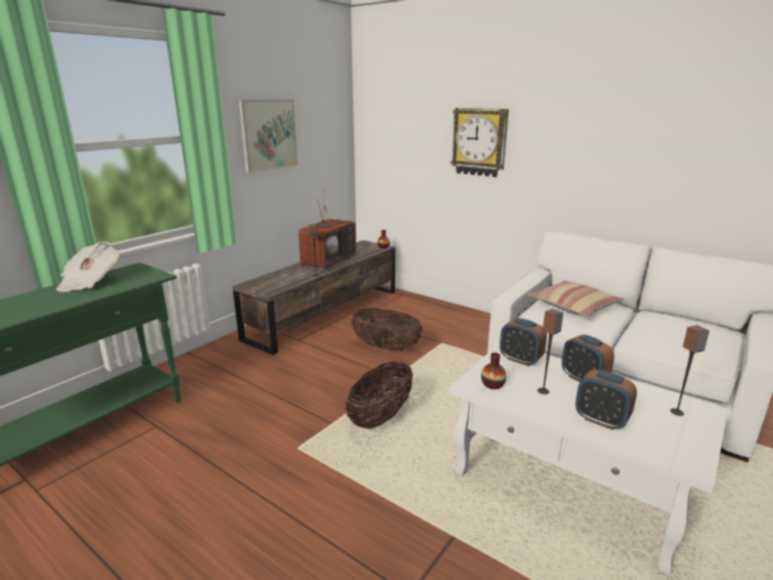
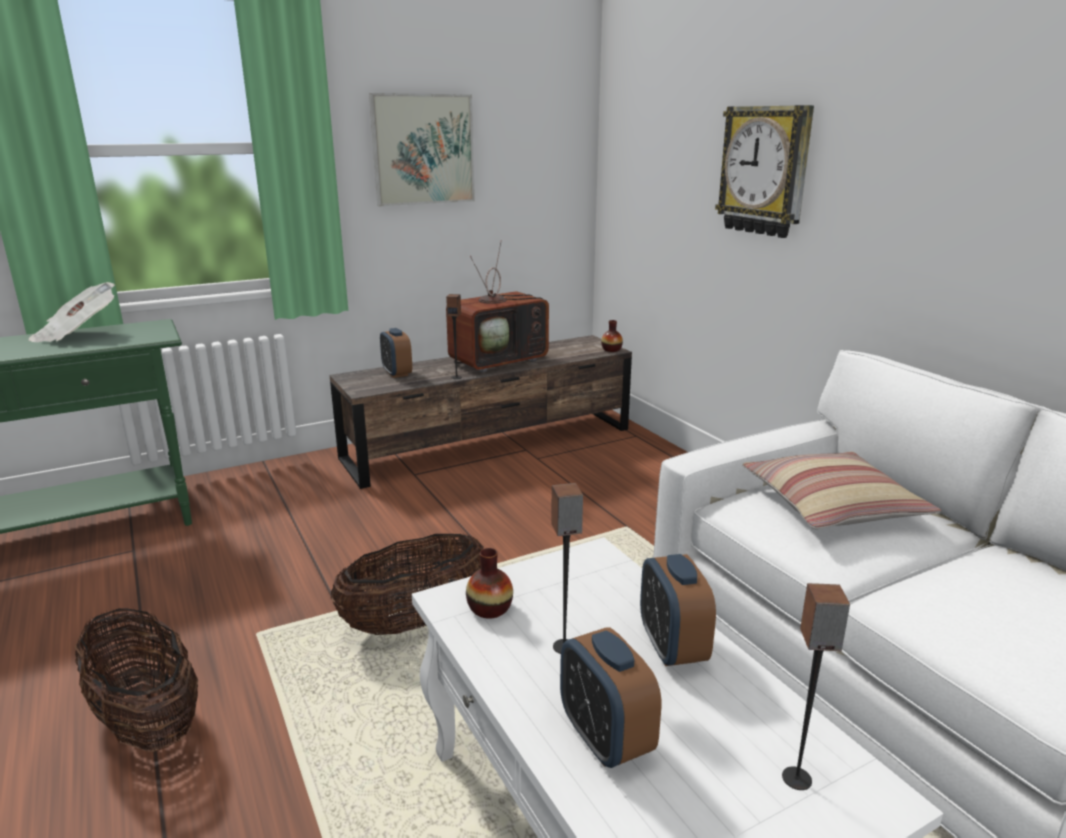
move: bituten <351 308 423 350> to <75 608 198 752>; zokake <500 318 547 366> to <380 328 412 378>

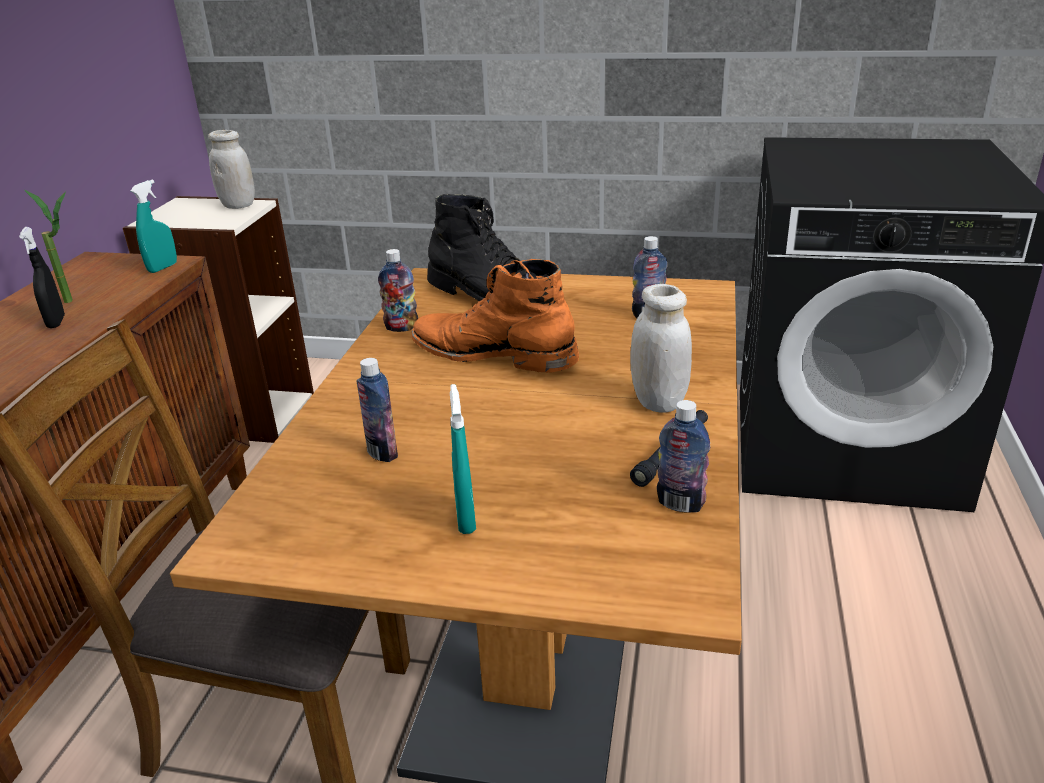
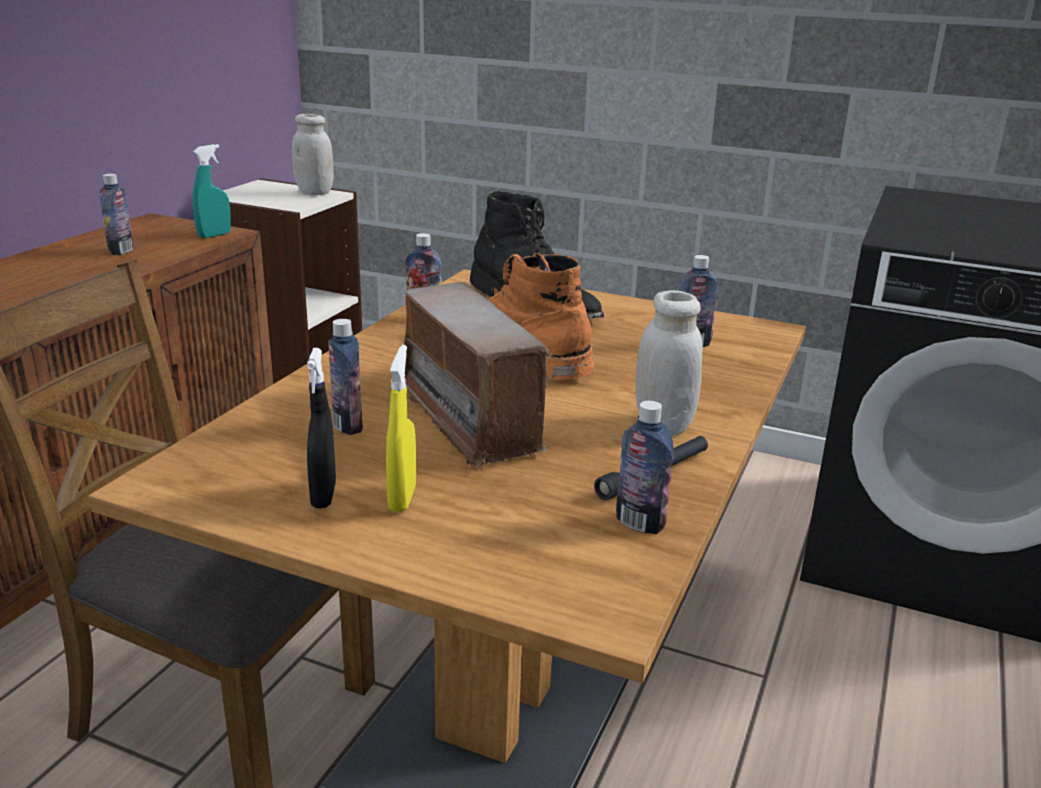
insert: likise <404 282 553 470>
move: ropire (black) <19 227 65 328> to <307 348 336 508>
replace: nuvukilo <25 190 73 303> to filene <100 174 134 255>
recolor: ropire (turquoise) <450 384 476 534> to ropire (yellow) <386 345 416 512>

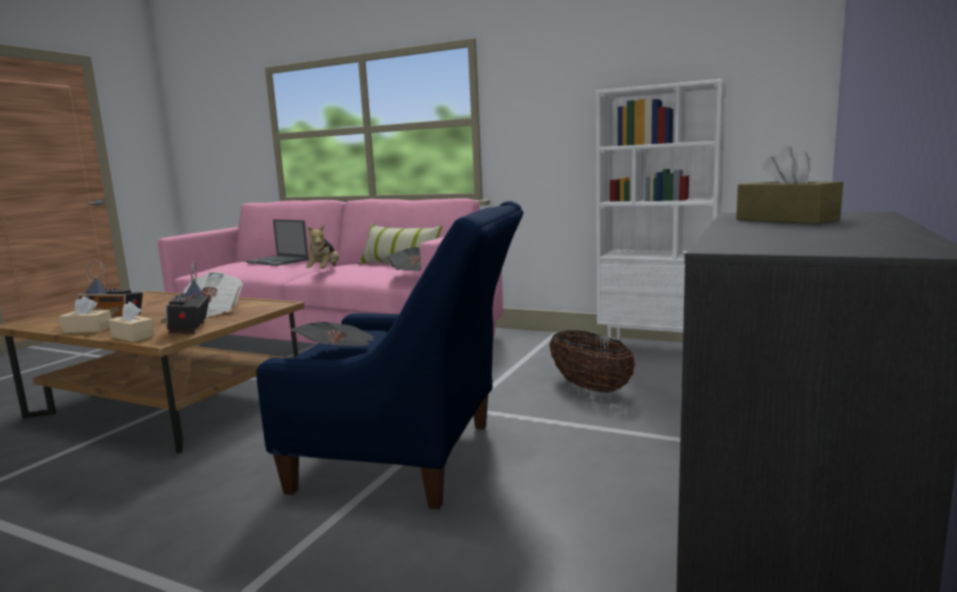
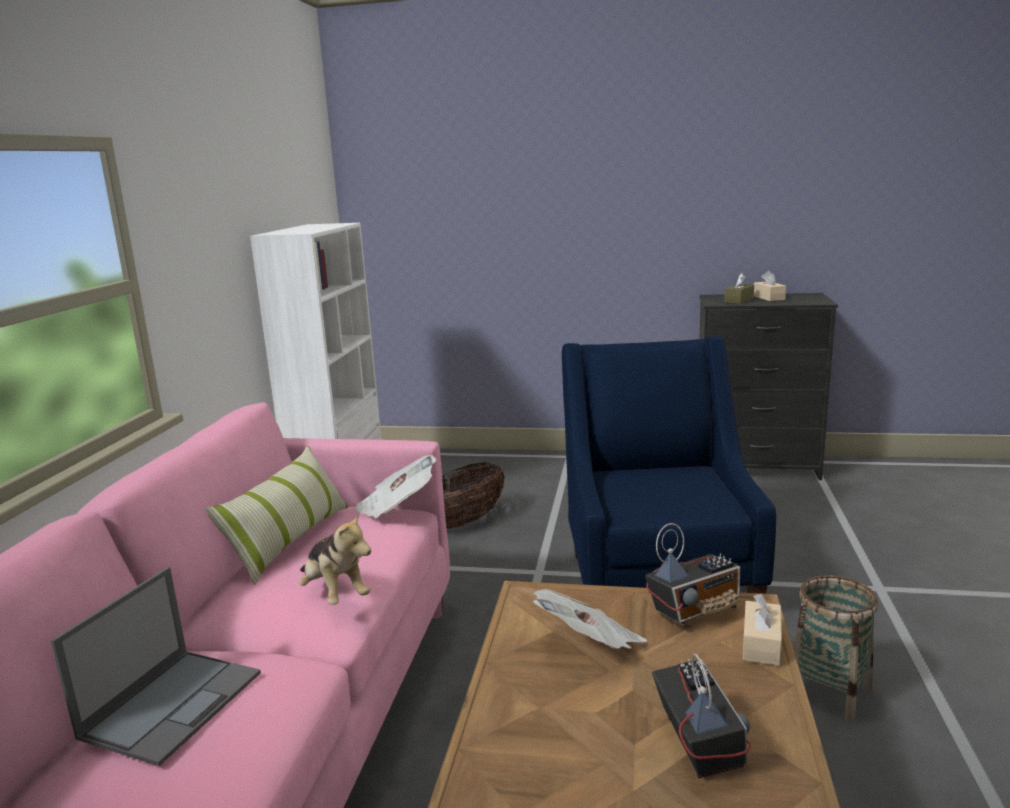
delete: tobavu <290 322 375 346>
insert: bituten <794 575 878 722>
move: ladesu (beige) <59 297 112 333> to <754 270 786 301>
rotate: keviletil <306 224 339 268> = <299 511 371 605> 60 degrees clockwise

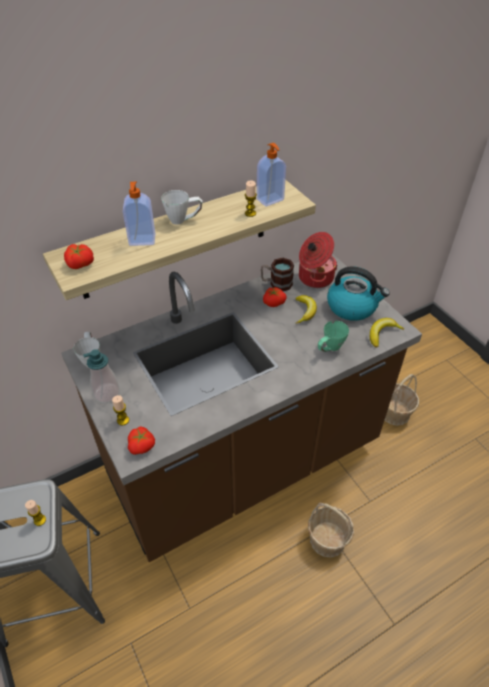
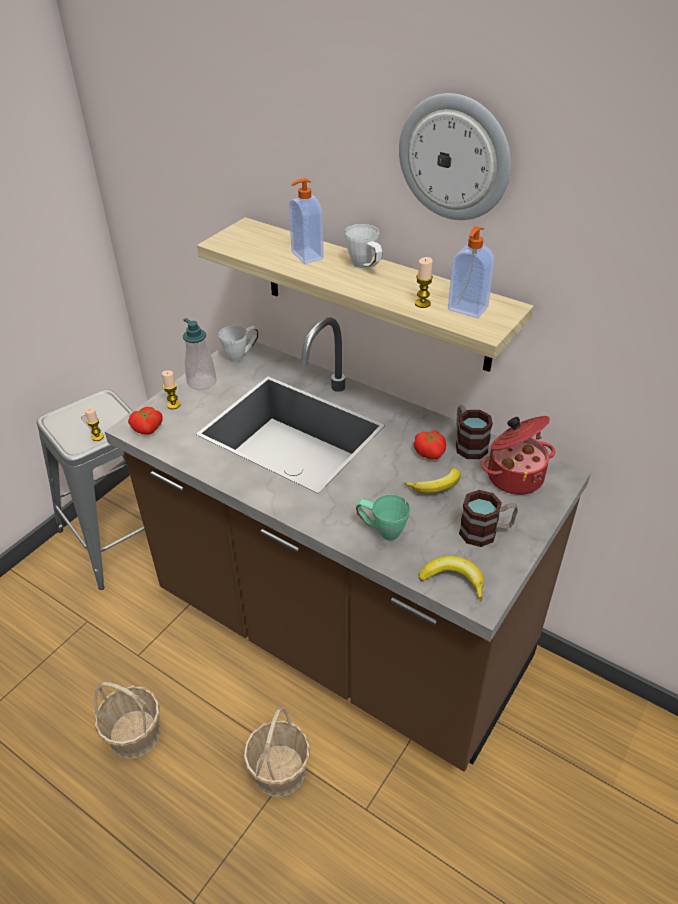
delete: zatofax <64 244 94 269>
insert: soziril <399 93 511 220>
move: bituten <384 374 419 426> to <94 682 160 759>
replace: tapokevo <327 266 390 321> to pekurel <459 490 518 547>

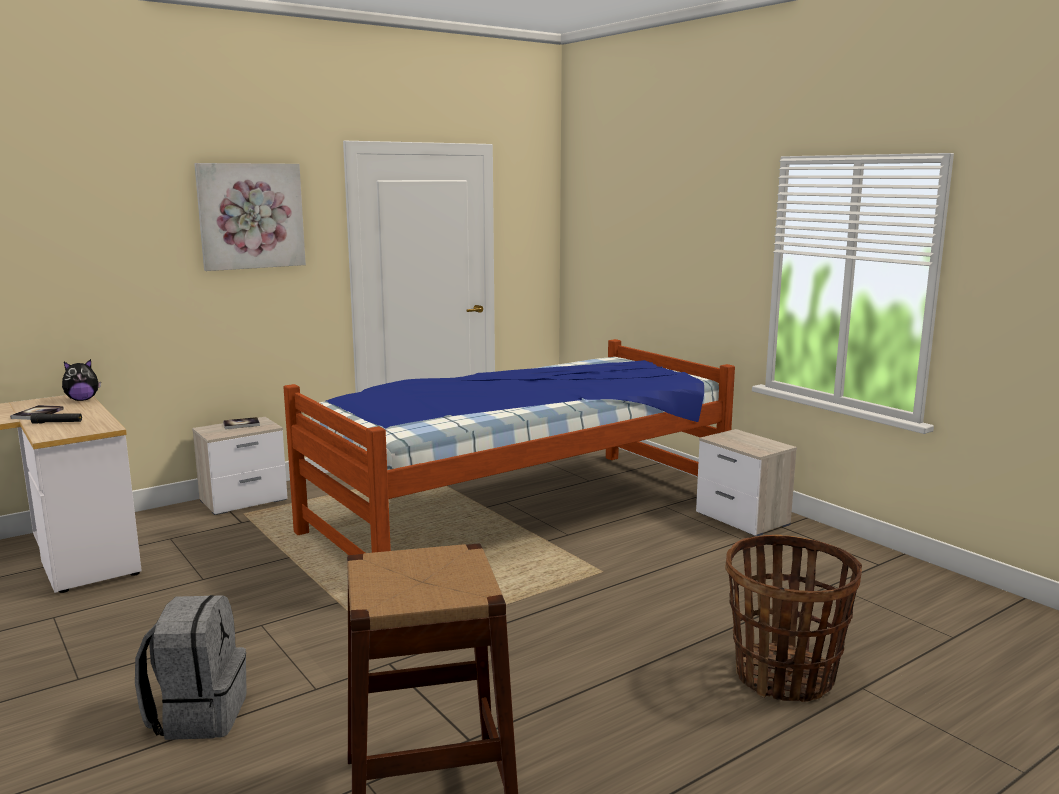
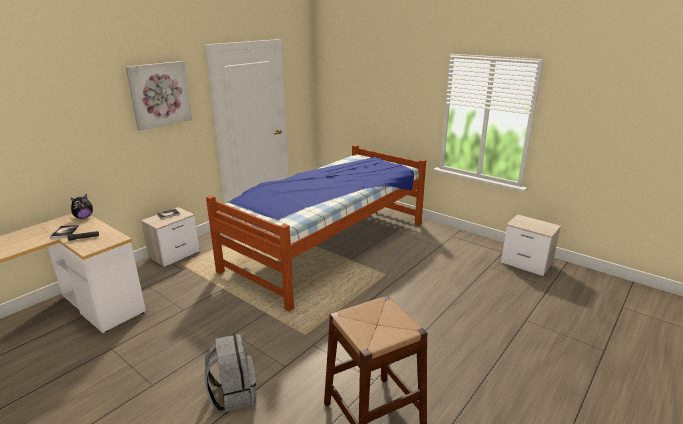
delete: bituten <725 534 862 702>
move: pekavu <696 429 797 536> to <501 214 561 277>

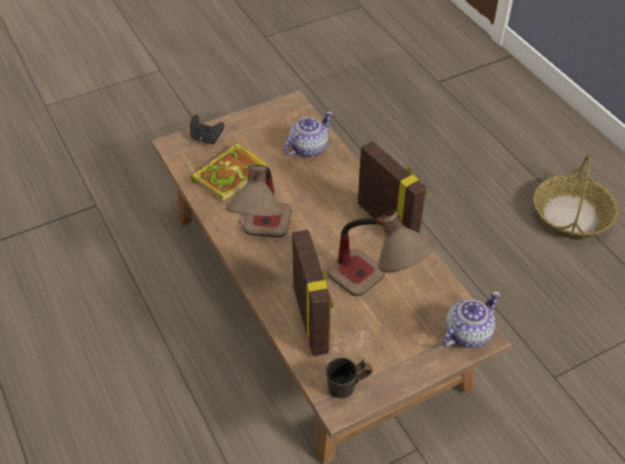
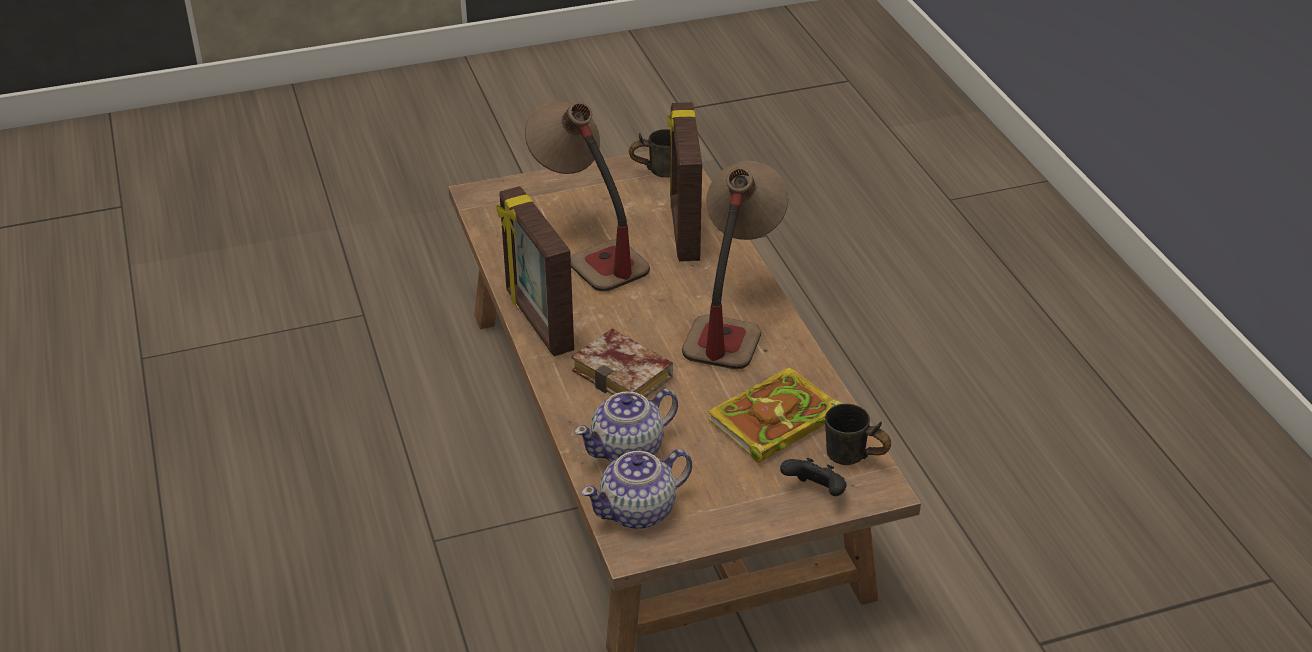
delete: bituten <533 154 618 239>
insert: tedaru <572 328 673 398>; pekurel (grey) <825 404 891 465>
move: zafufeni <442 291 501 348> to <581 449 692 529>

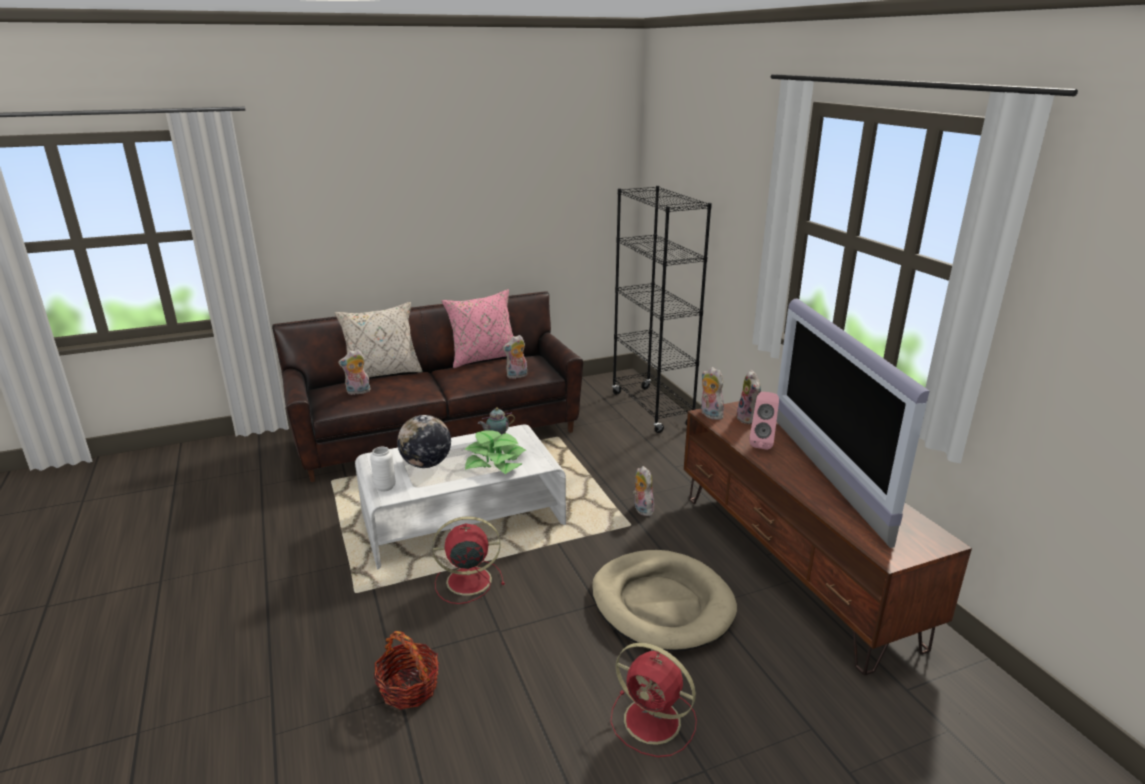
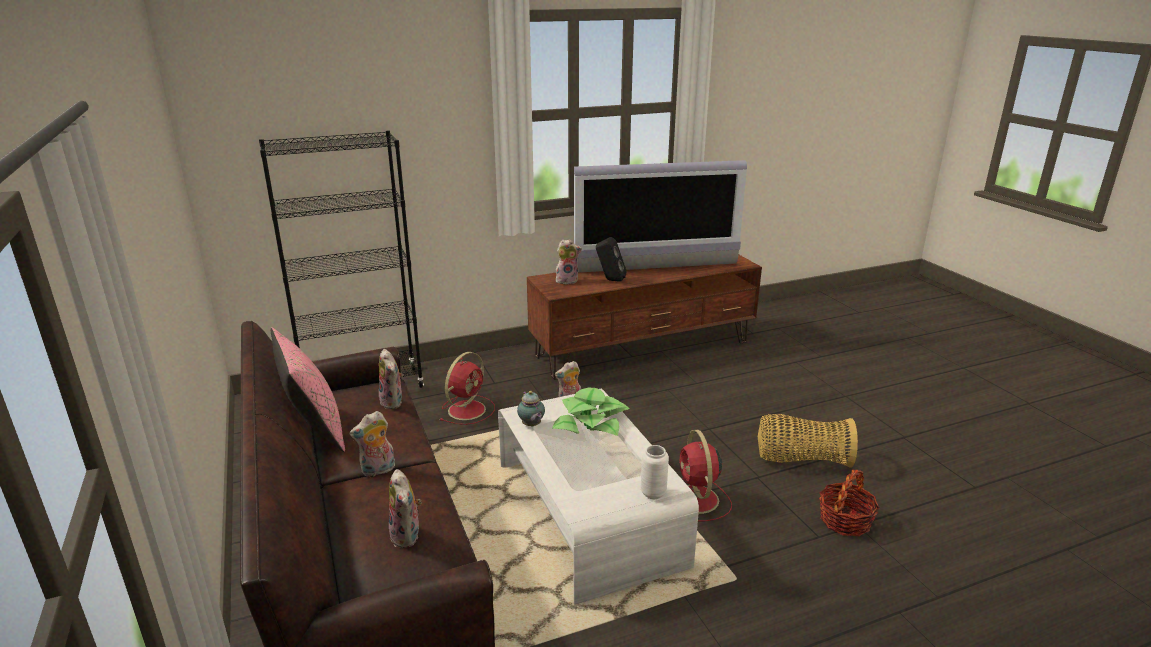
delete: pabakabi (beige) <335 302 423 378>; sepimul <397 415 451 468>; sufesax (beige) <592 550 737 651>
insert: bituten <758 414 858 468>
move: keviletil <701 367 726 420> to <350 411 395 477>; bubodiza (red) <610 643 697 757> to <439 352 495 425>
recolor: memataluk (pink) <749 392 779 450> to memataluk (black) <596 237 627 282>

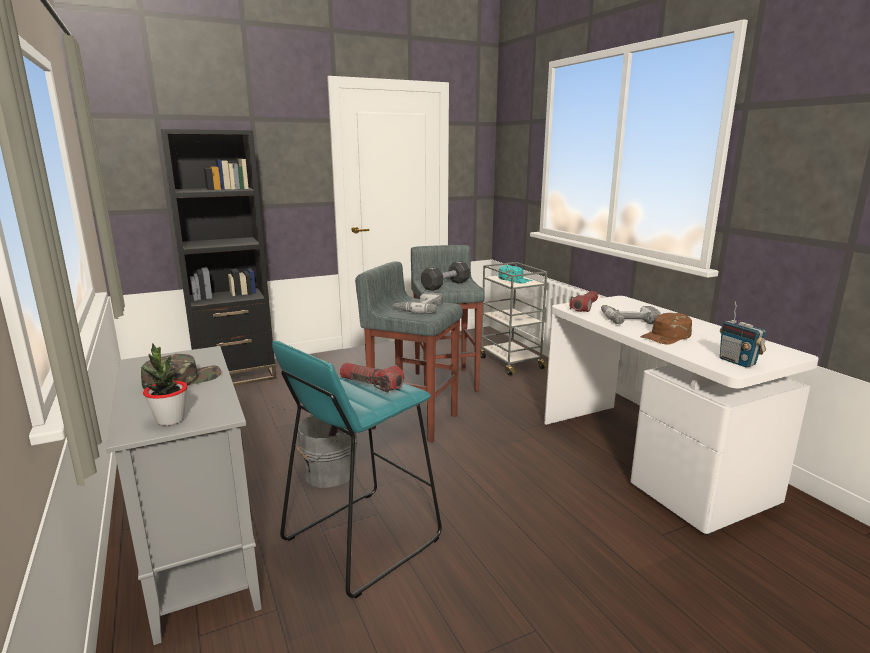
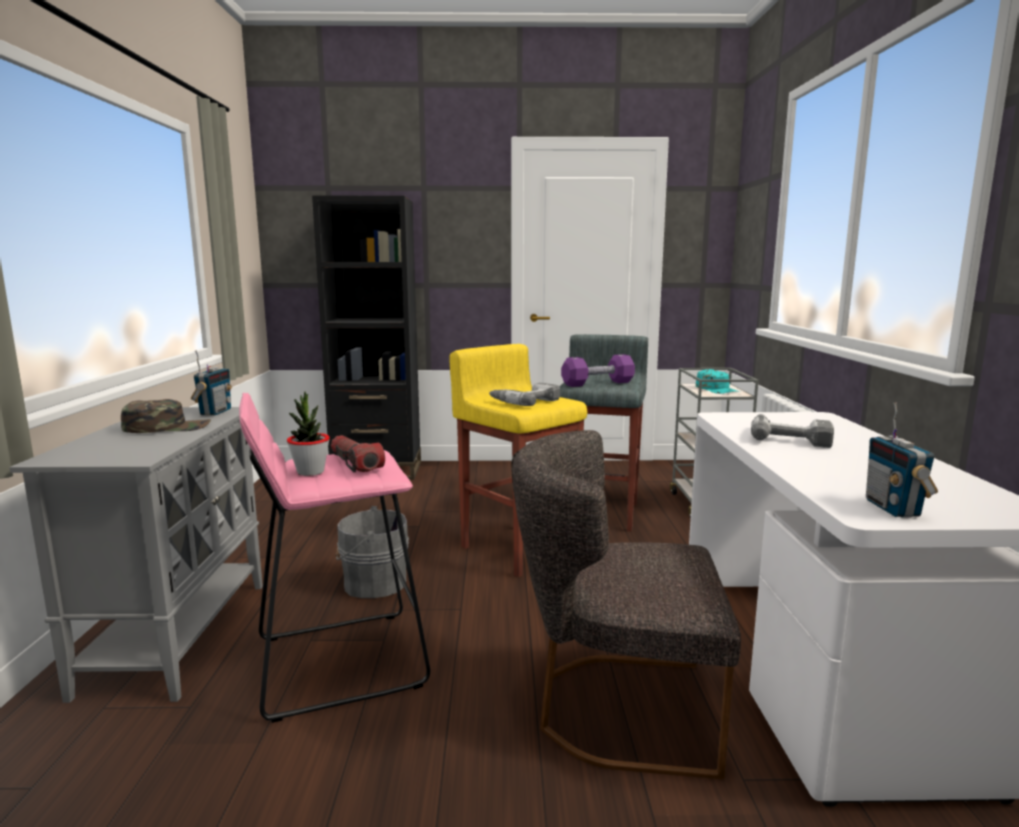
delete: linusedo <569 291 598 312>; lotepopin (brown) <640 313 692 344>
insert: likise <191 350 232 416>; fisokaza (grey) <511 430 741 780>
move: nuvukilo <141 343 187 426> to <287 391 330 476>
recolor: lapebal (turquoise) <272 341 442 599> to lapebal (pink) <239 393 430 723>; lapebal (grey) <355 261 463 443> to lapebal (yellow) <449 344 587 577>; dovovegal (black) <421 261 470 291> to dovovegal (purple) <561 354 635 387>

